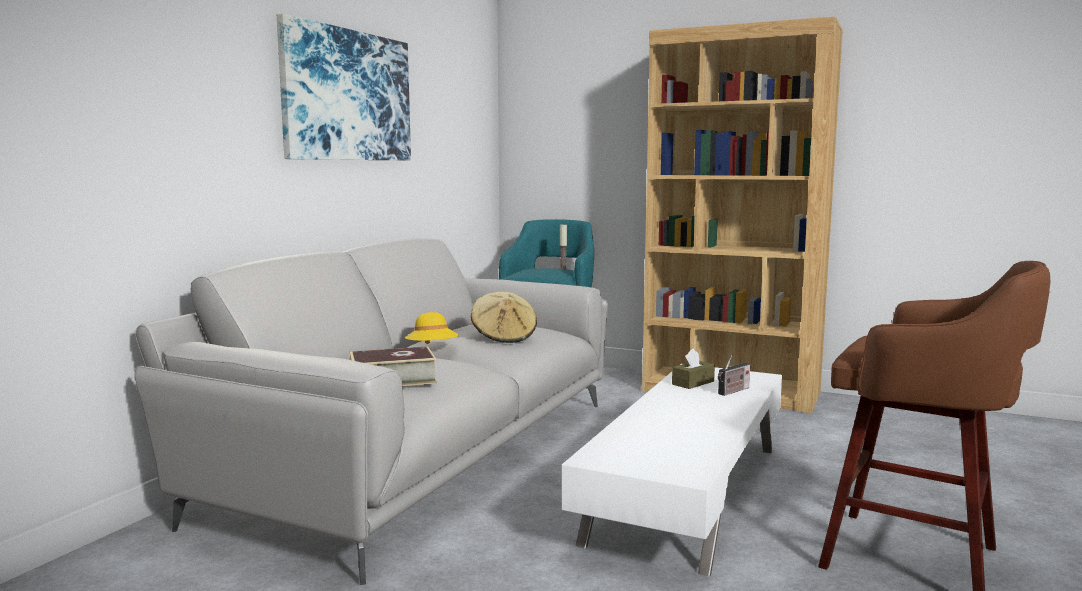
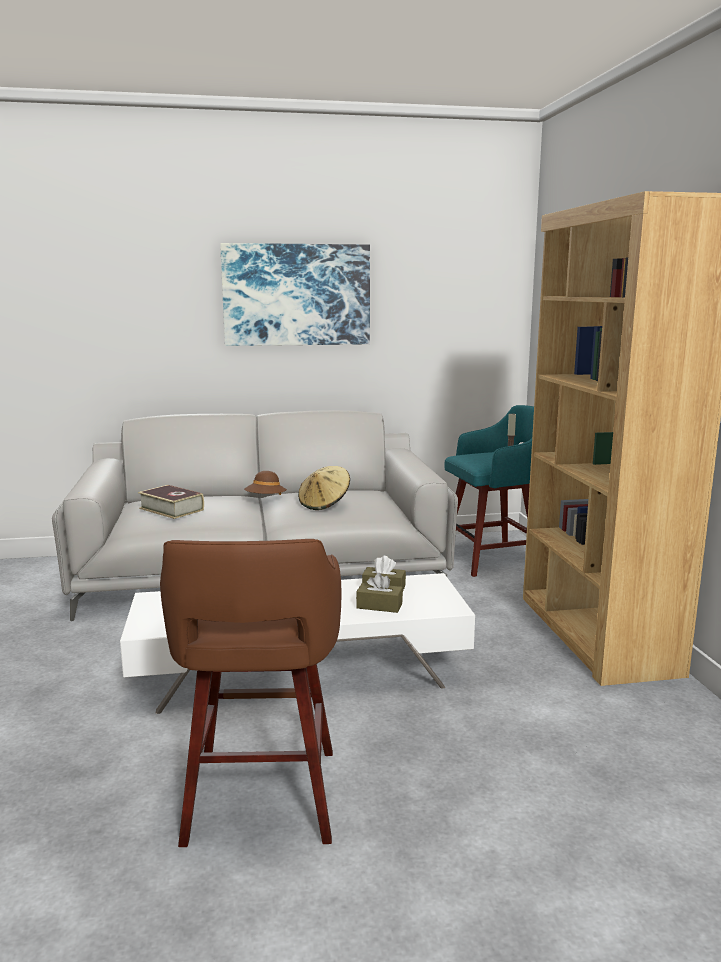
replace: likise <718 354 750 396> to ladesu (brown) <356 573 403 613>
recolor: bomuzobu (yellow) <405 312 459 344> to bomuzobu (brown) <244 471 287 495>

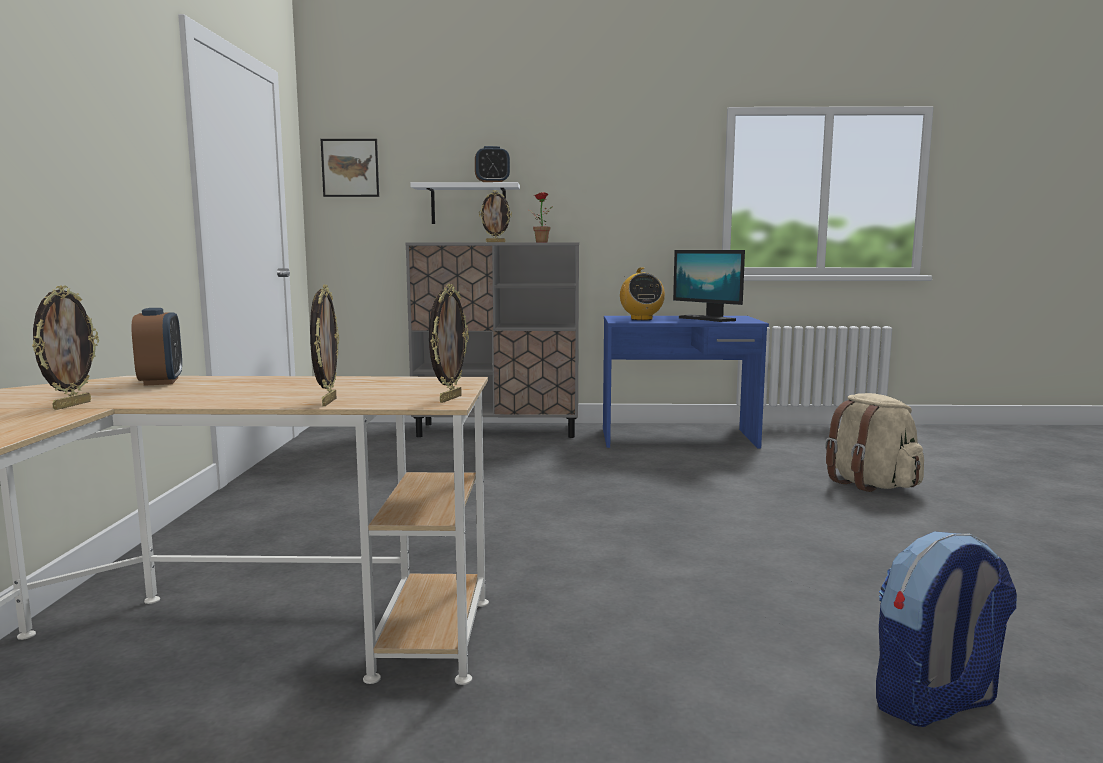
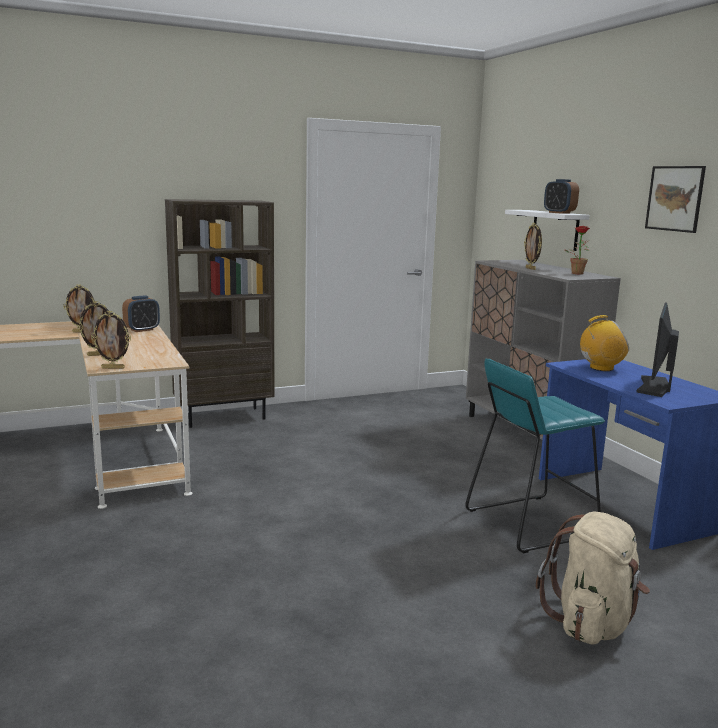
delete: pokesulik <876 531 1017 727>
insert: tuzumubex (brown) <165 199 275 428>; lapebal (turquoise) <465 359 605 553>
move: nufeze <321 139 379 197> to <645 166 706 233>
rotate: likise <620 267 665 320> = <580 315 629 371> 150 degrees counterclockwise

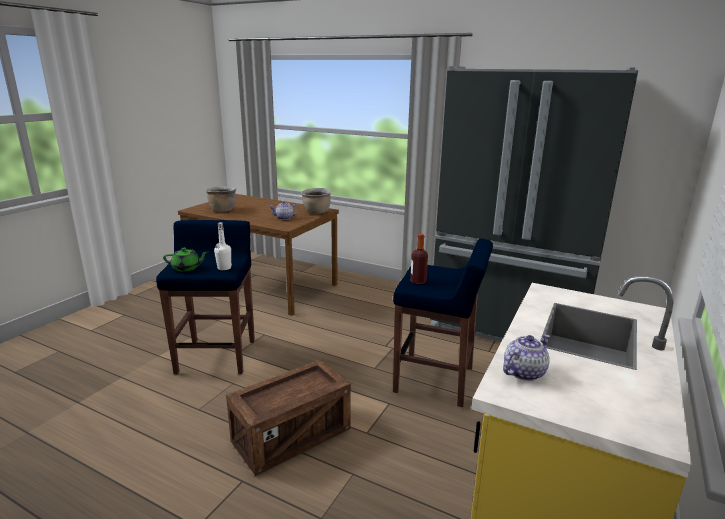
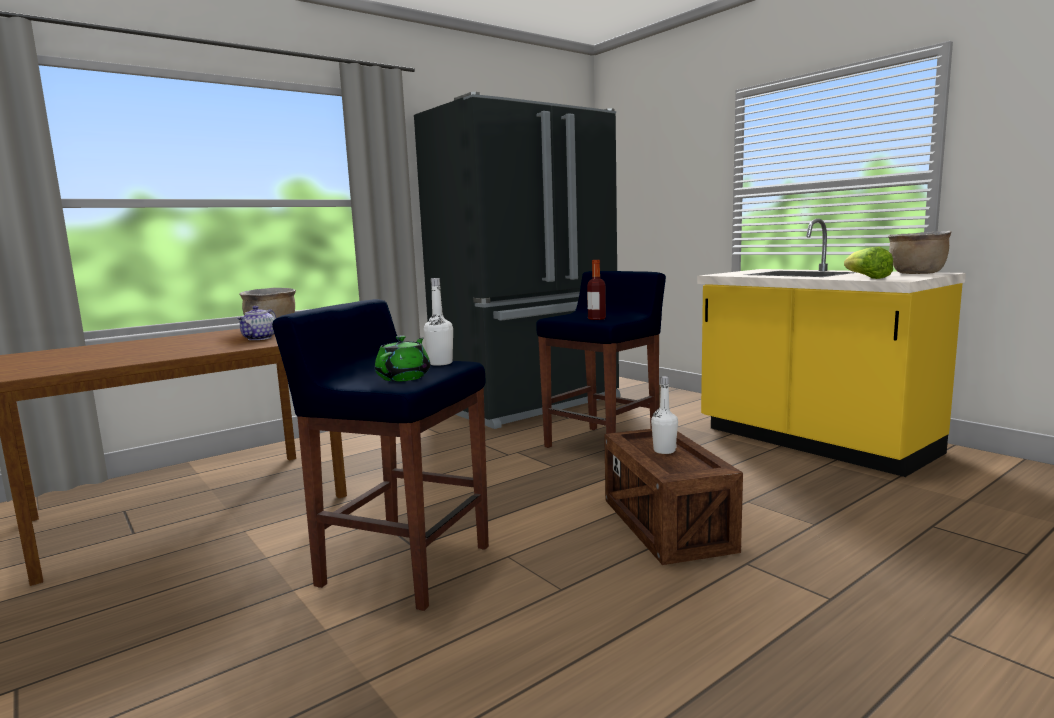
insert: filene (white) <651 376 678 454>
move: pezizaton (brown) <205 186 236 212> to <888 231 952 274>
replace: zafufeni <503 334 550 381> to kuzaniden <844 246 893 279>

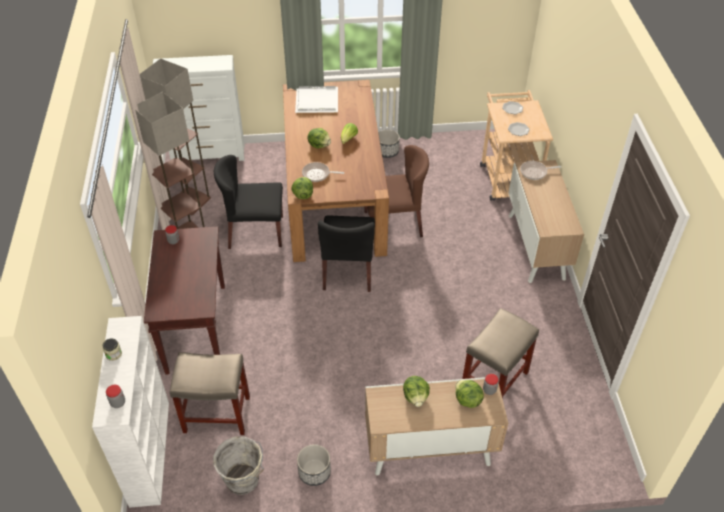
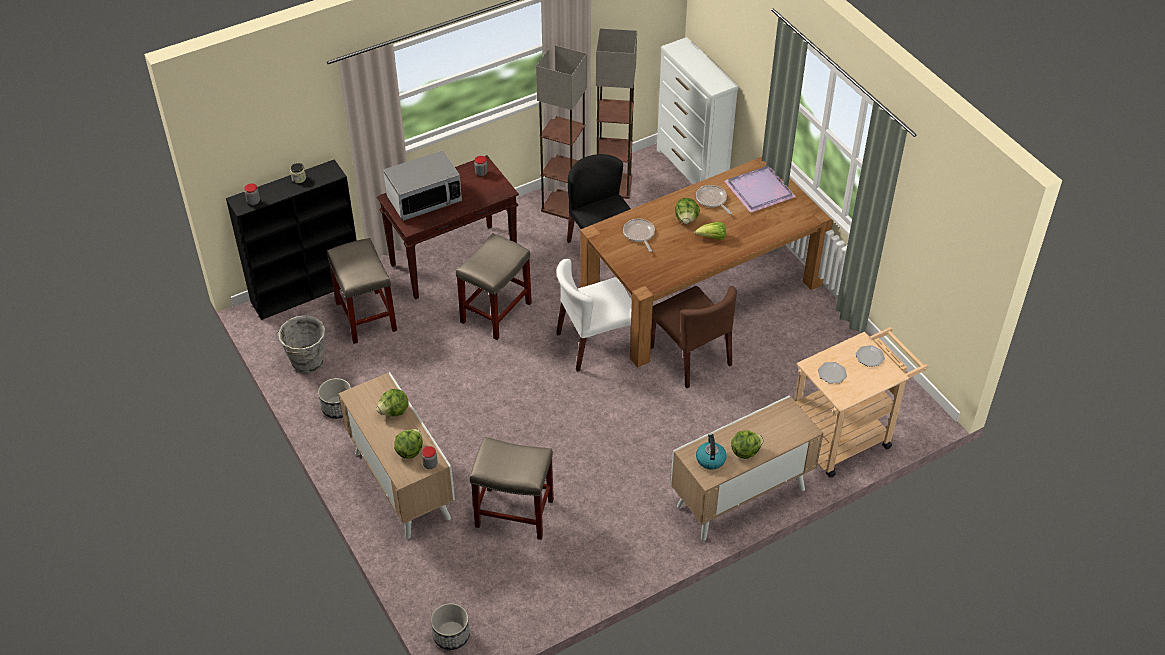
insert: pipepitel <383 150 462 221>; lapebal (beige) <456 233 532 340>; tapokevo <696 434 727 470>
move: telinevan <378 130 400 158> to <431 603 470 650>; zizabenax <520 161 561 180> to <696 185 732 214>; kuzaniden <291 177 313 199> to <731 430 764 459>
recolor: tuzumubex (white) <92 316 169 508> to tuzumubex (black) <226 159 357 320>; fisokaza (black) <318 216 375 292> to fisokaza (white) <556 259 632 372>; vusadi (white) <295 86 338 113> to vusadi (purple) <724 166 796 213>

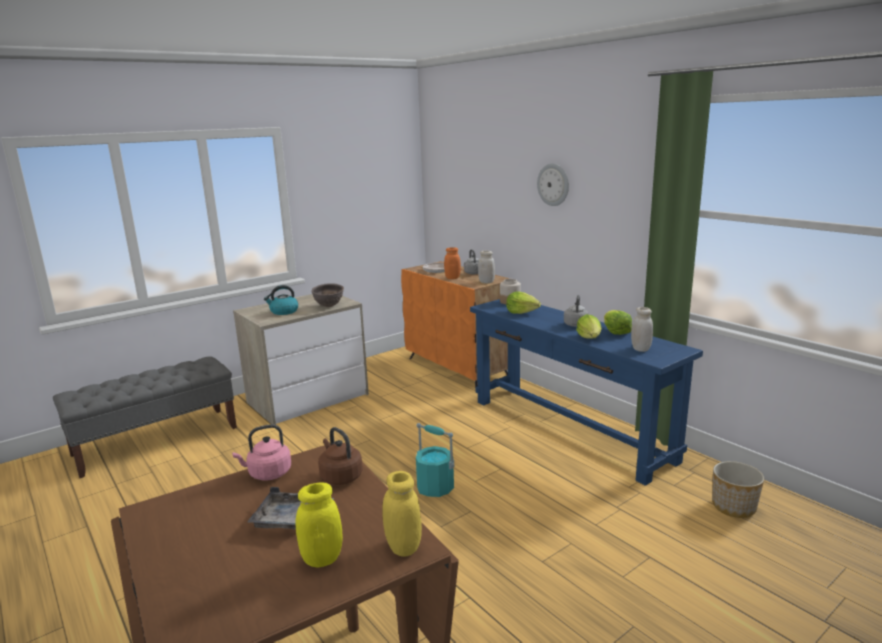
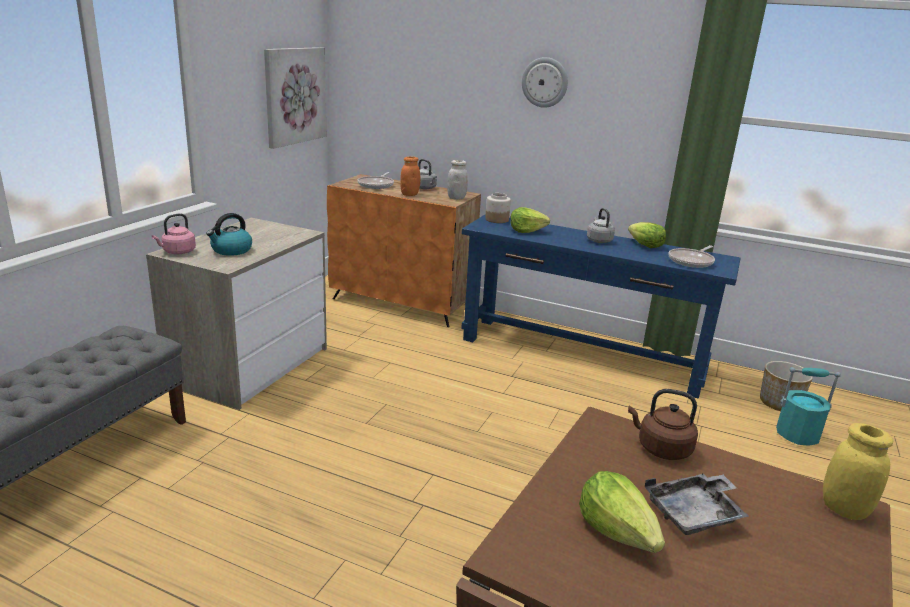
delete: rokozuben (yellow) <296 482 343 568>; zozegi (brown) <312 283 344 307>
insert: nufeze <264 47 326 149>
move: tapokevo (pink) <232 424 291 481> to <152 213 196 254>; kuzaniden <576 314 602 339> to <579 471 665 553>; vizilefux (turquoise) <416 423 454 497> to <776 367 841 446>
replace: rokozuben (white) <631 307 653 352> to zizabenax <668 245 715 268>

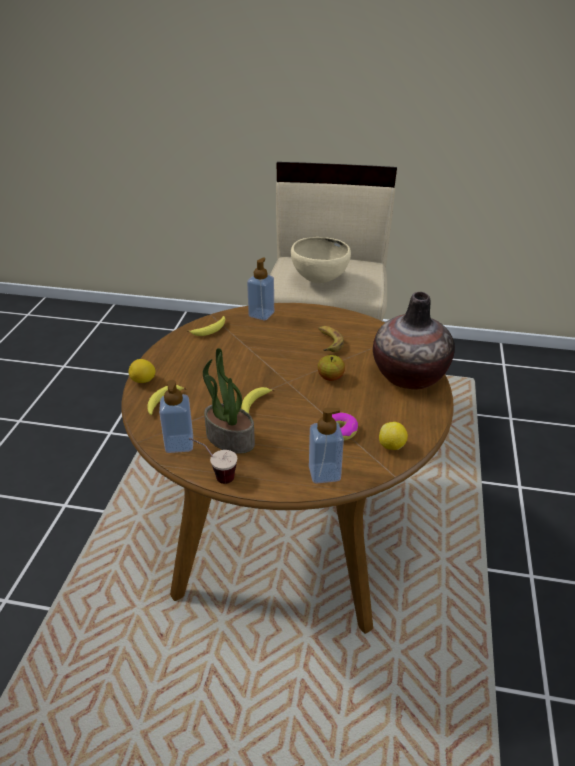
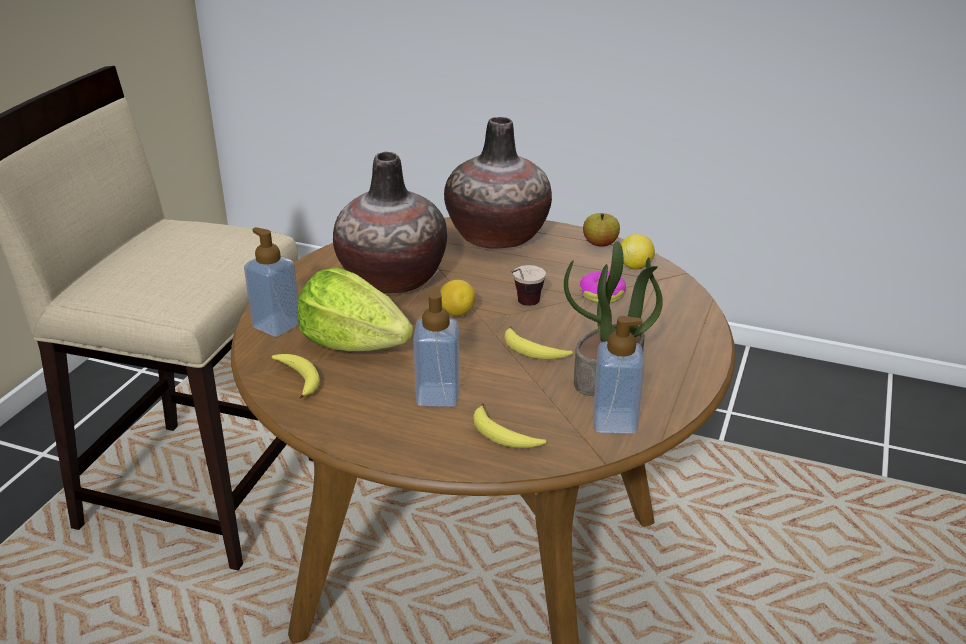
delete: zozegi (beige) <291 237 351 283>
insert: kuzaniden <297 268 413 352>
move: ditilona <309 408 344 484> to <413 287 459 407>; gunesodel <128 359 156 383> to <440 280 476 316>; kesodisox <189 438 237 484> to <510 265 546 306>; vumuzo <318 355 345 381> to <583 213 620 246>
replace: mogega <318 326 344 352> to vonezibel <333 152 447 293>

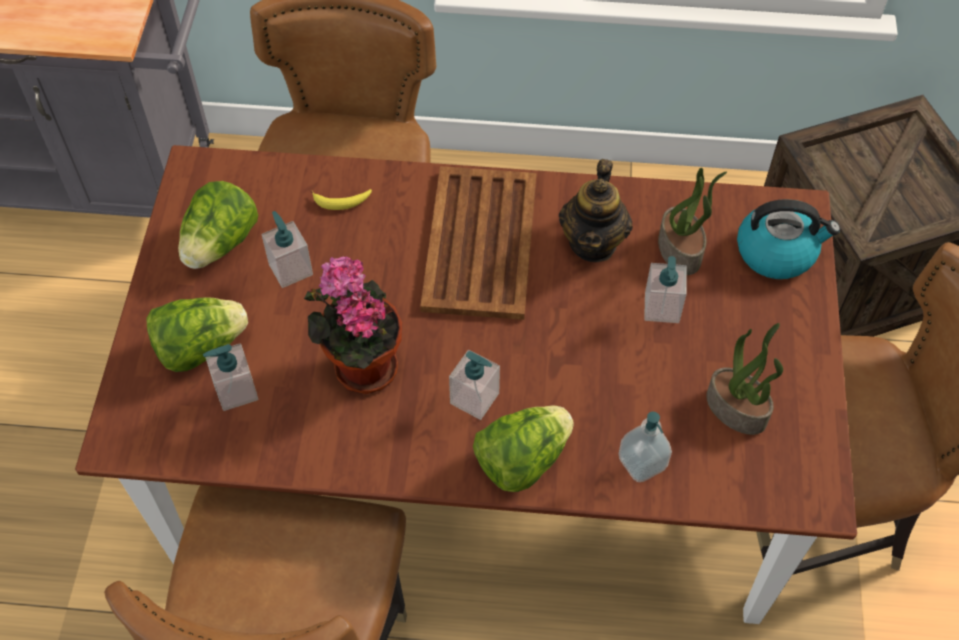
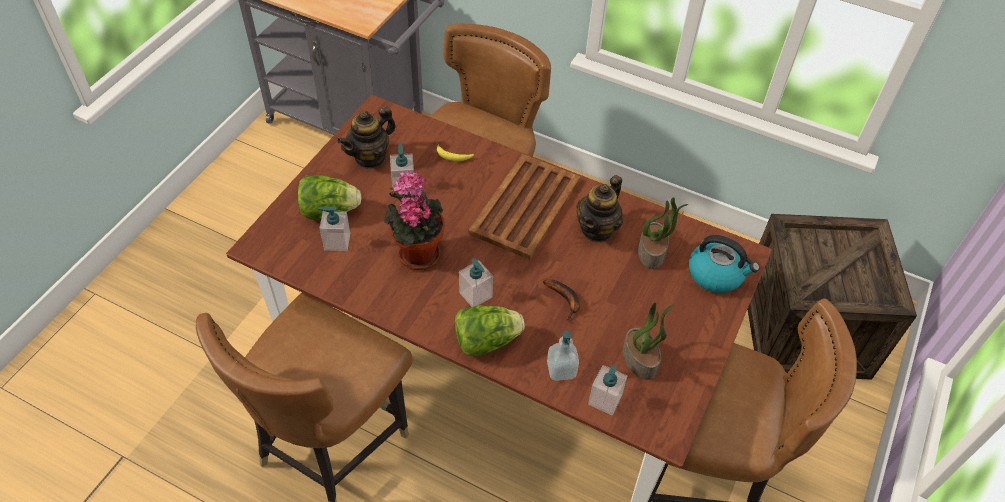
insert: mogega <543 279 580 320>
move: ditilona <644 256 687 323> to <588 365 627 415>
replace: kuzaniden <178 181 258 269> to zafufeni <337 106 396 169>

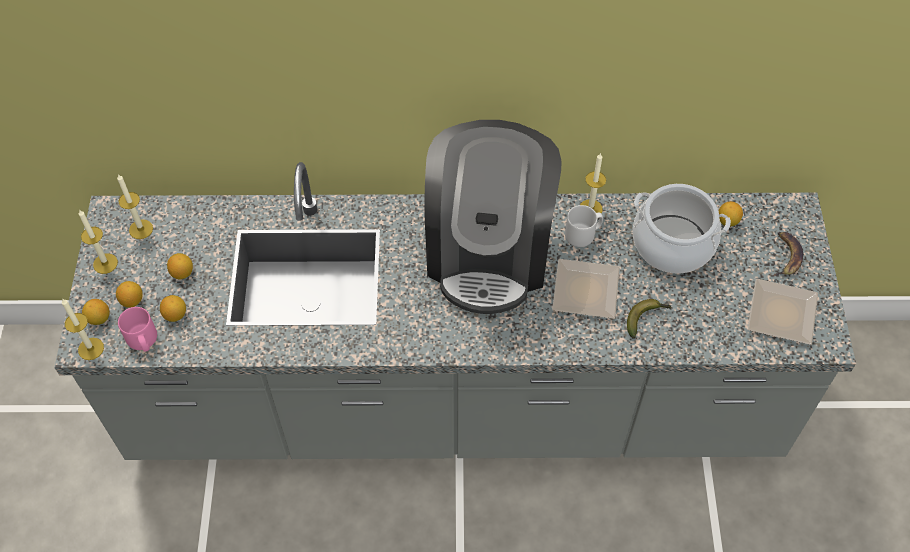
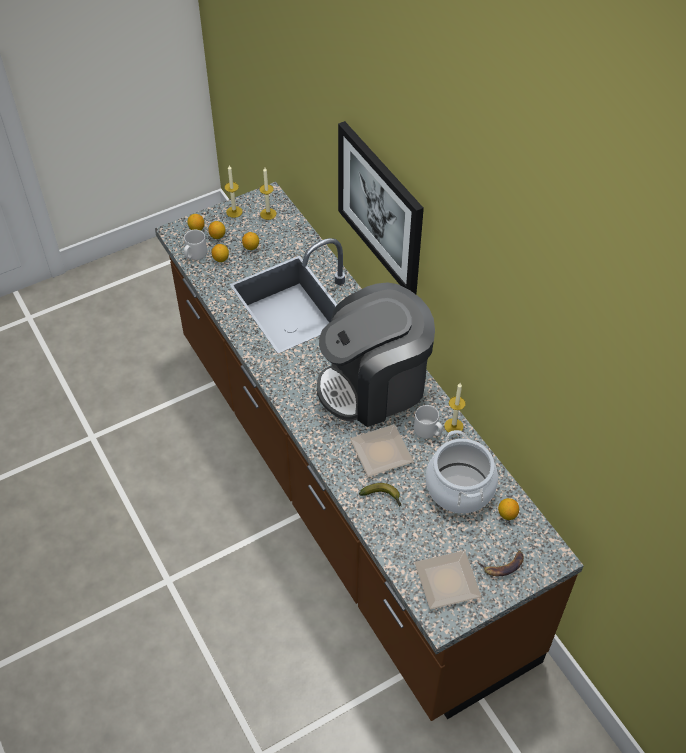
delete: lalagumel <62 299 104 360>
insert: nufeze <338 121 424 294>
recolor: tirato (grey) <54 162 856 460> to tirato (brown) <155 182 584 721>; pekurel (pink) <118 307 157 352> to pekurel (grey) <184 230 207 260>

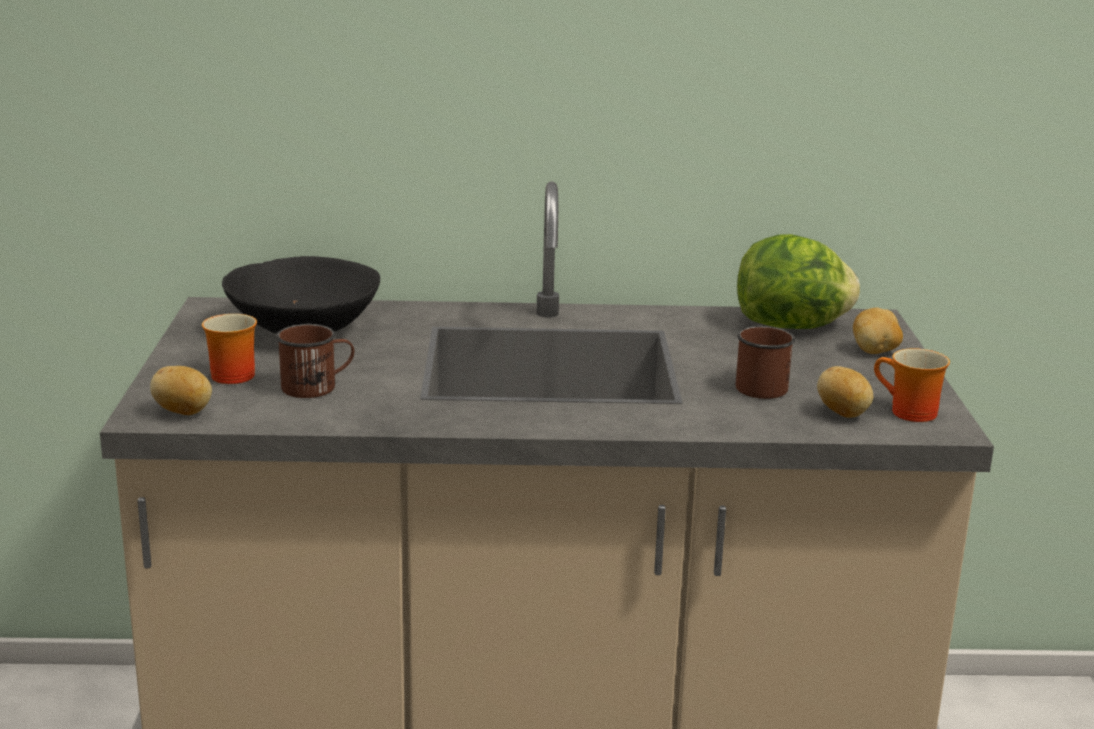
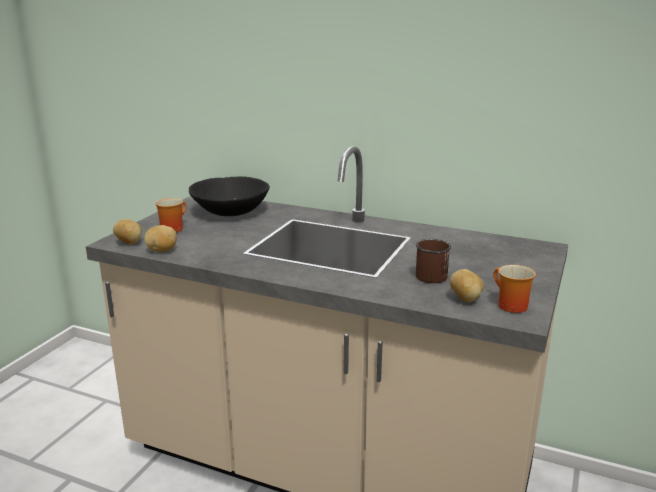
delete: pekurel (brown) <276 324 354 398>; kuzaniden <737 234 860 329>
move: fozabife <853 307 903 354> to <144 225 177 252>

